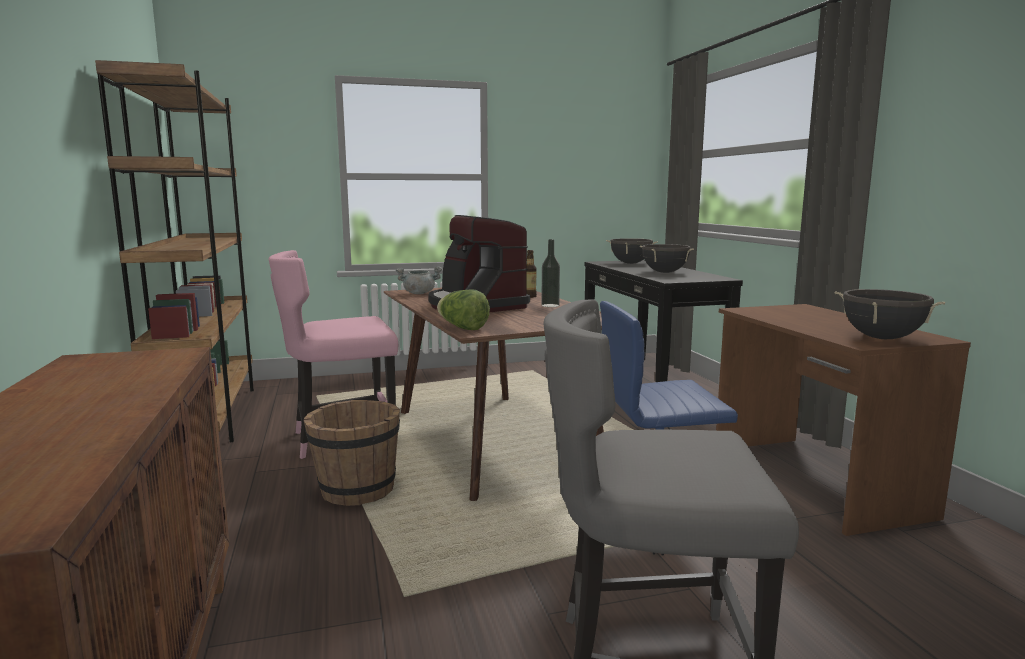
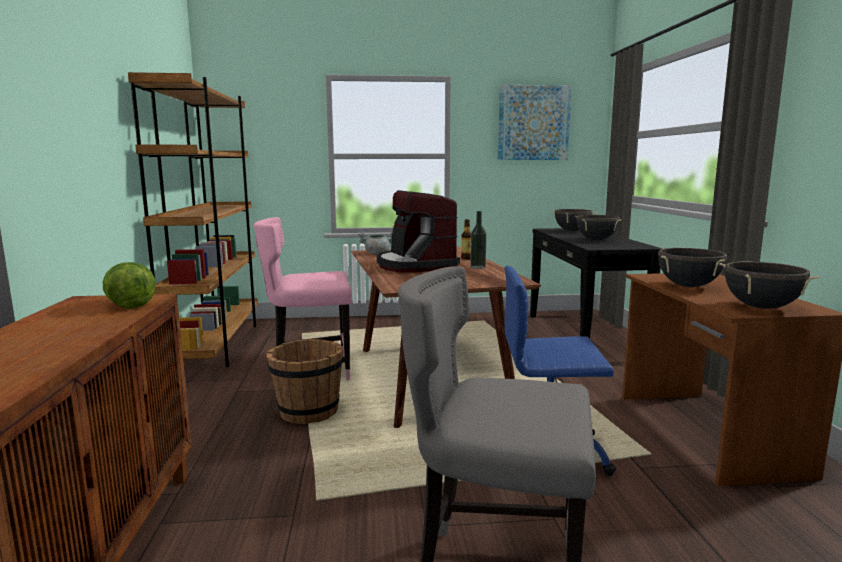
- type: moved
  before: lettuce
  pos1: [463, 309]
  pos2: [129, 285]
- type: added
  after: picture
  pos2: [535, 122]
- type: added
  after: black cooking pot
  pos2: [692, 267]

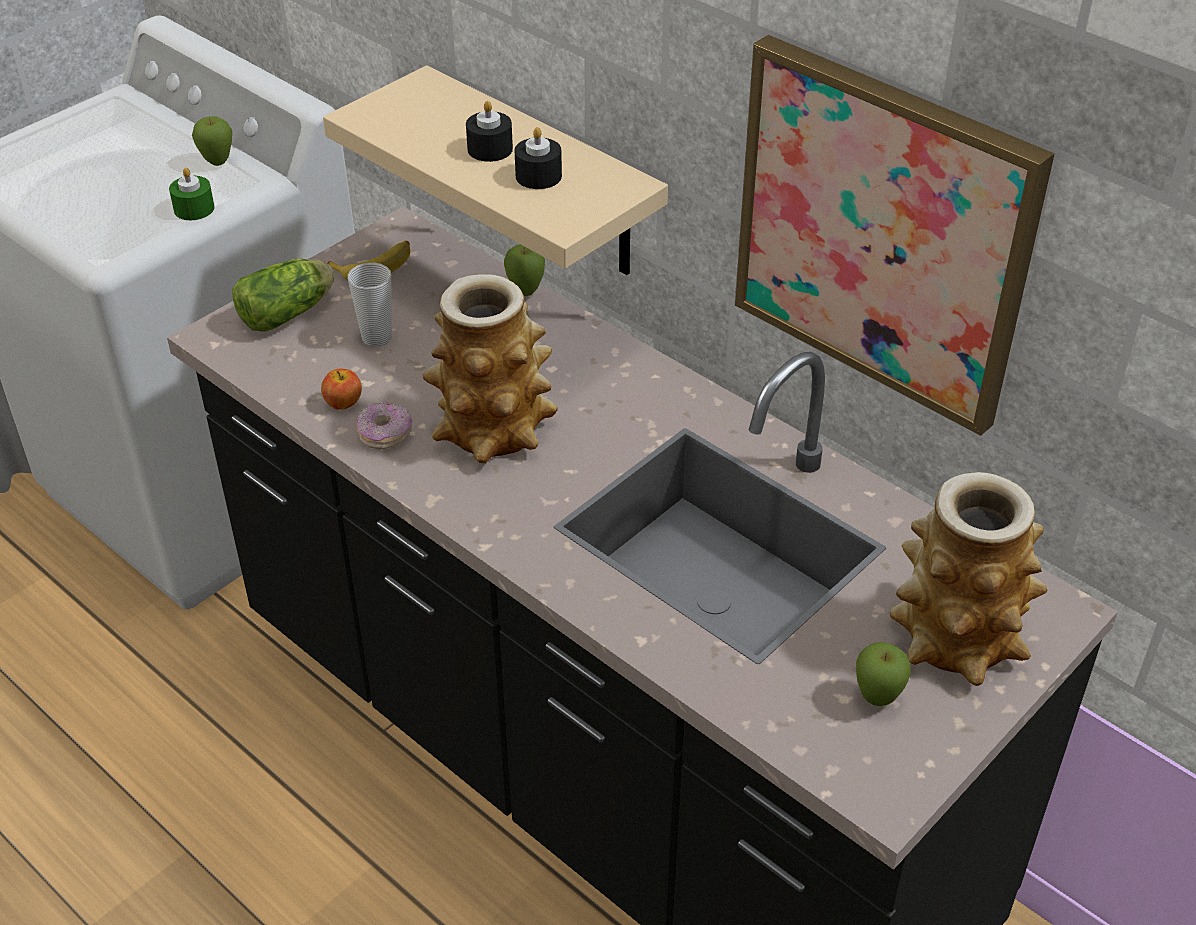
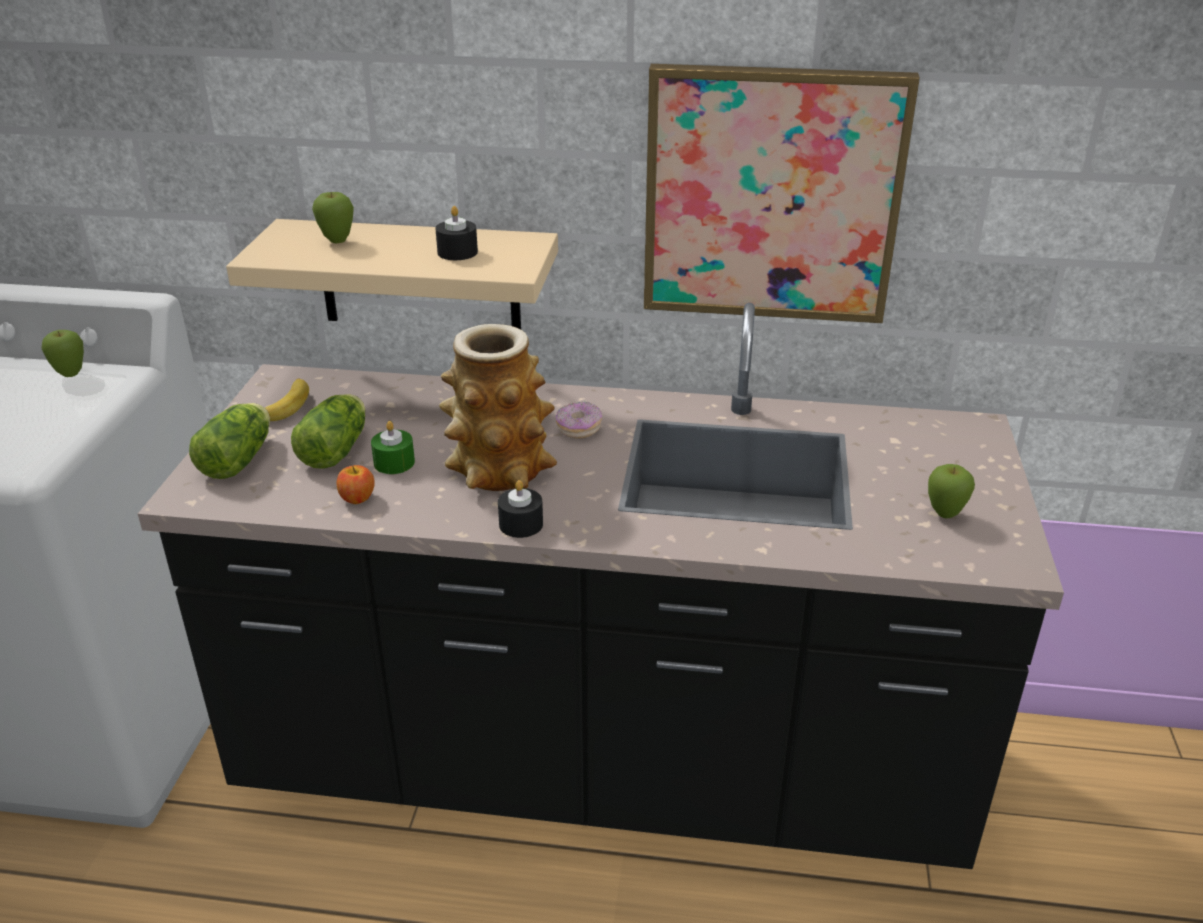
- type: moved
  before: green candle
  pos1: [192, 193]
  pos2: [393, 447]
- type: replaced
  before: cup
  after: lettuce
  pos1: [370, 304]
  pos2: [328, 431]
- type: moved
  before: donut
  pos1: [384, 425]
  pos2: [579, 420]
- type: moved
  before: black candle
  pos1: [489, 131]
  pos2: [520, 509]
- type: moved
  before: apple
  pos1: [524, 270]
  pos2: [333, 217]
- type: removed
  before: vase
  pos1: [968, 579]

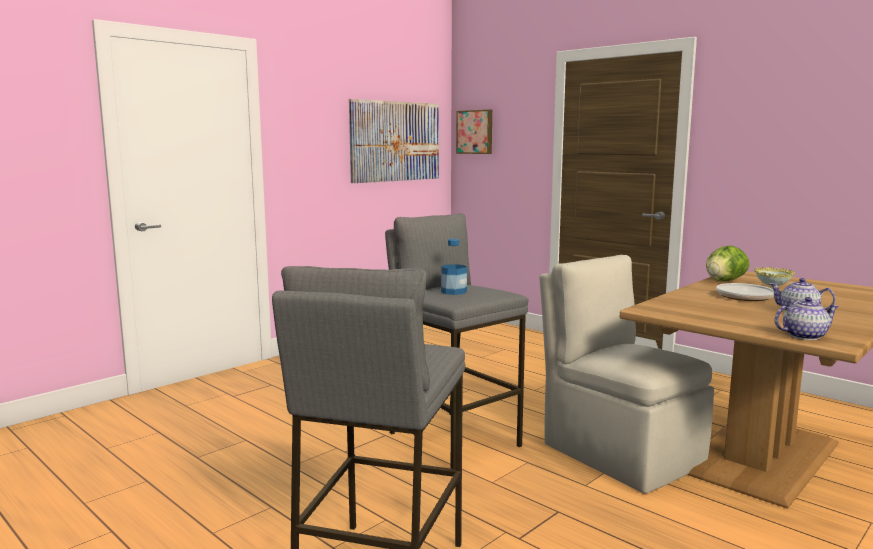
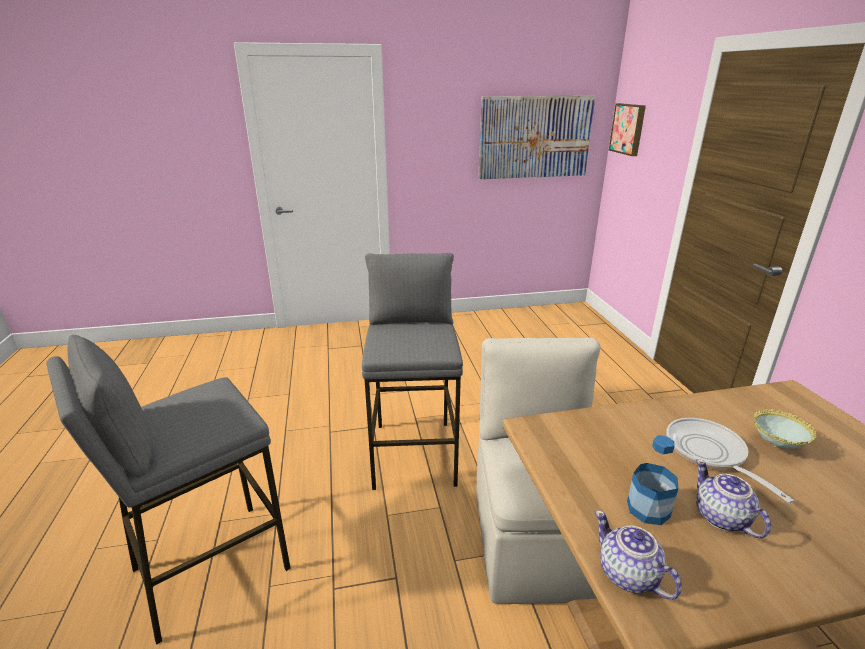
- type: moved
  before: bottle
  pos1: [454, 267]
  pos2: [652, 480]
- type: removed
  before: lettuce
  pos1: [728, 263]
- type: turned
  before: teapot
  pos1: [806, 318]
  pos2: [638, 554]
  turn: -150

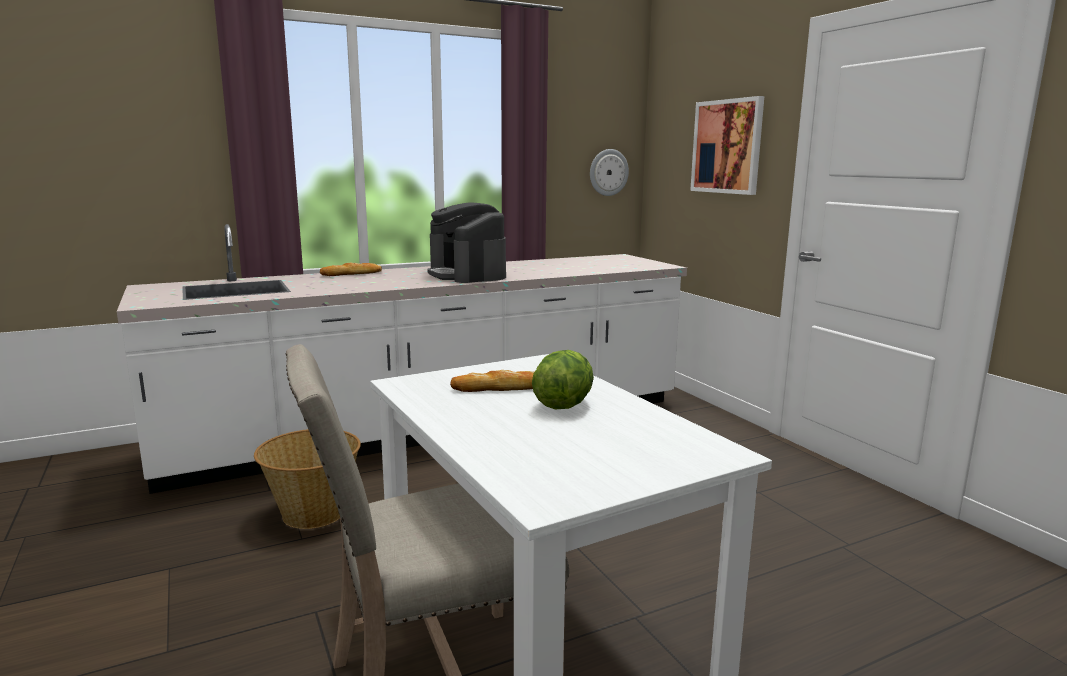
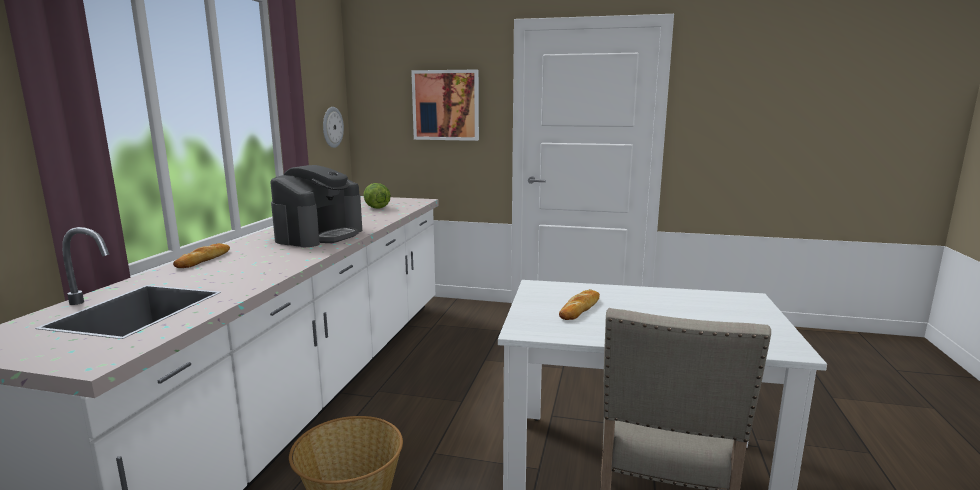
- type: turned
  before: coffee machine
  pos1: [466, 242]
  pos2: [316, 206]
  turn: -75
- type: moved
  before: lettuce
  pos1: [563, 379]
  pos2: [377, 196]

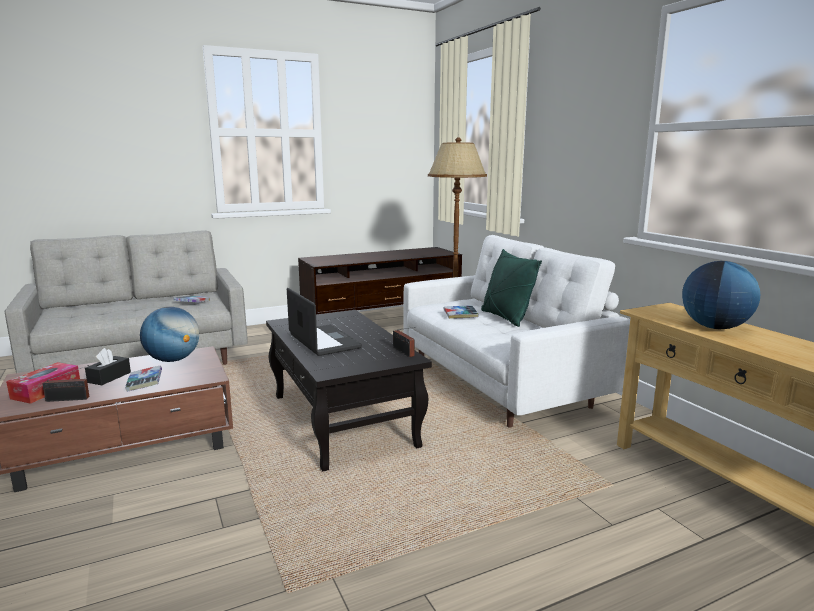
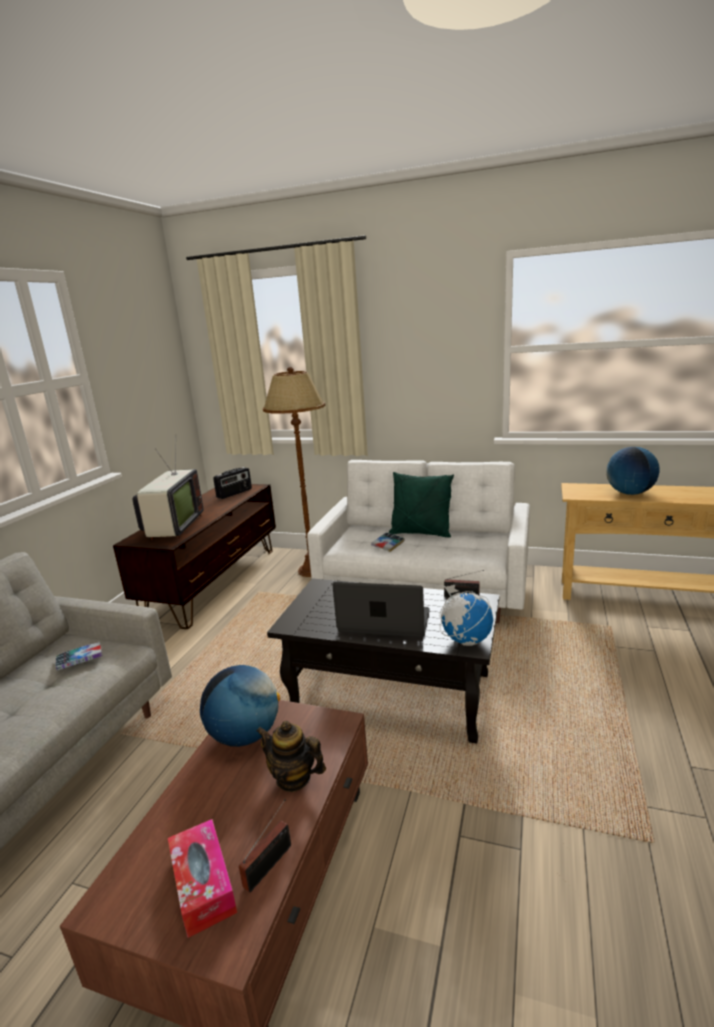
- type: removed
  before: black tissue box
  pos1: [108, 366]
- type: replaced
  before: book
  after: teapot
  pos1: [143, 378]
  pos2: [291, 756]
- type: added
  after: television
  pos2: [168, 495]
- type: added
  after: radio
  pos2: [232, 483]
- type: added
  after: globe
  pos2: [466, 615]

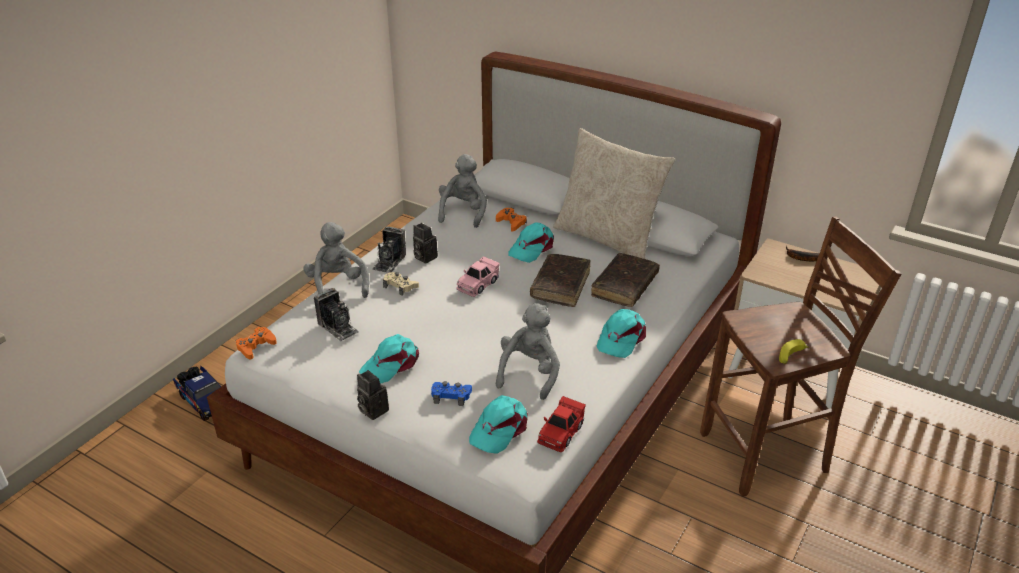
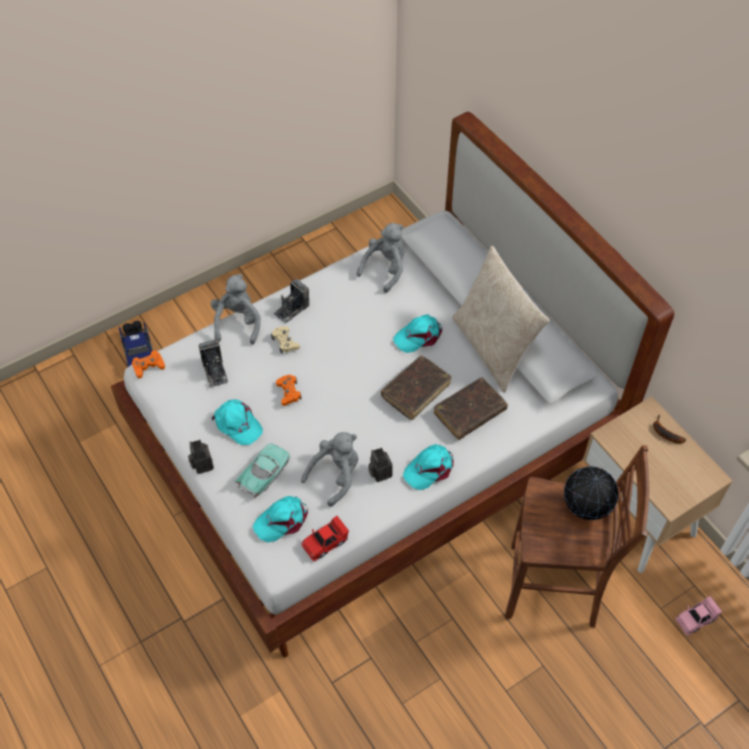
- type: turned
  before: turquoise cap
  pos1: [389, 358]
  pos2: [237, 422]
  turn: -120
- type: moved
  before: photo camera
  pos1: [425, 243]
  pos2: [380, 465]
- type: replaced
  before: blue game controller
  after: turquoise toy car
  pos1: [451, 393]
  pos2: [262, 470]
- type: moved
  before: pink toy car
  pos1: [478, 276]
  pos2: [698, 615]
- type: moved
  before: orange game controller
  pos1: [511, 220]
  pos2: [289, 390]
- type: removed
  before: banana
  pos1: [794, 351]
- type: added
  after: globe
  pos2: [591, 493]

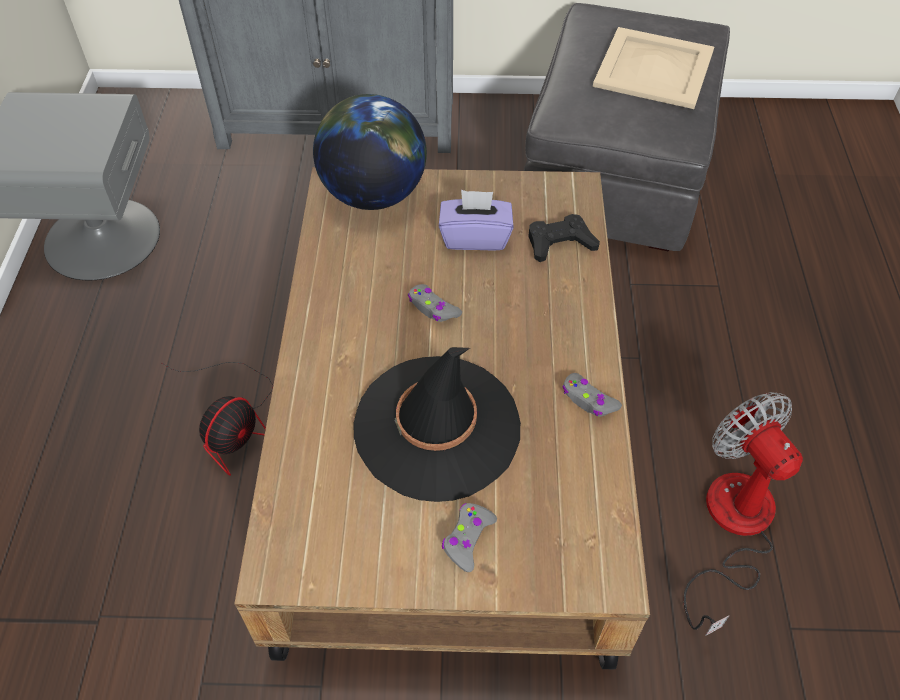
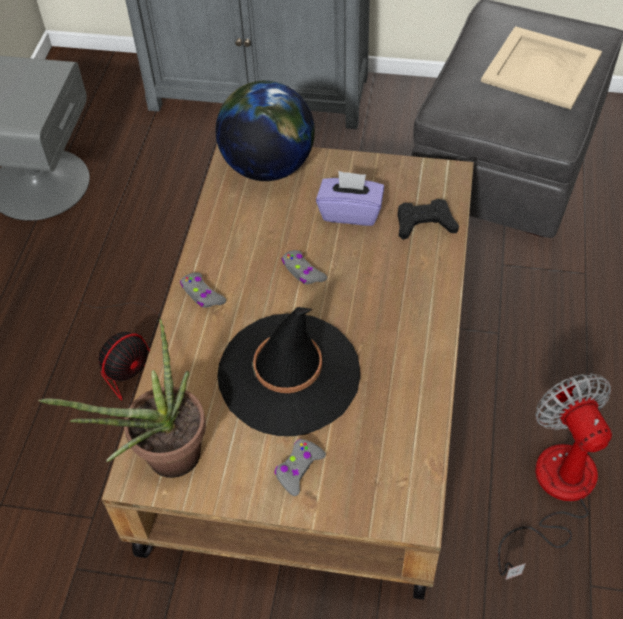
- type: moved
  before: grey game controller
  pos1: [592, 395]
  pos2: [203, 290]
- type: added
  after: potted plant
  pos2: [122, 398]

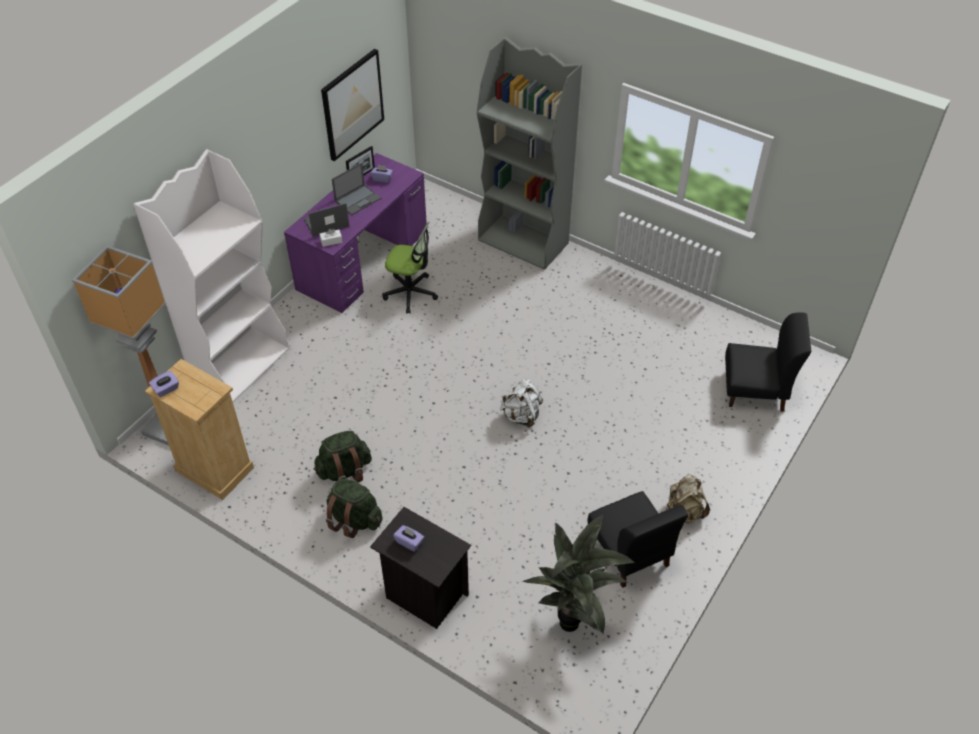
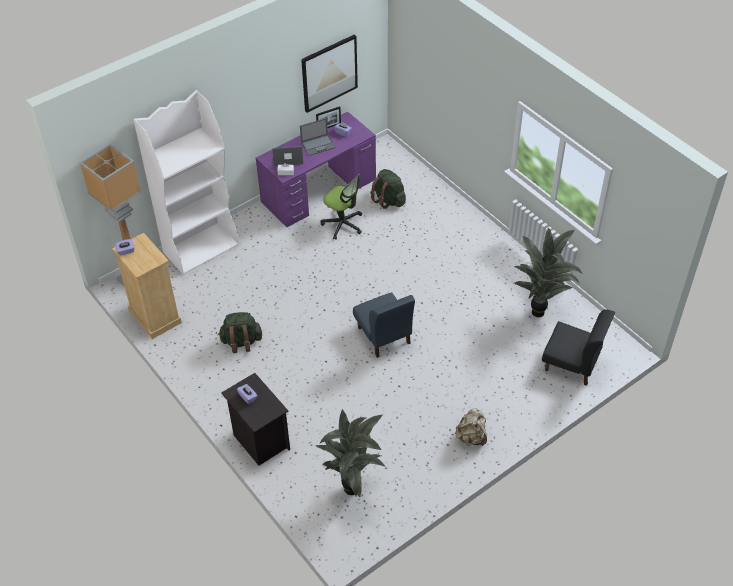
- type: moved
  before: green backpack
  pos1: [354, 508]
  pos2: [388, 189]
- type: removed
  before: grey bookcase
  pos1: [529, 153]
- type: replaced
  before: white backpack
  after: blue chair
  pos1: [521, 403]
  pos2: [384, 325]
- type: removed
  before: black chair
  pos1: [637, 539]
- type: added
  after: potted plant
  pos2: [548, 272]

